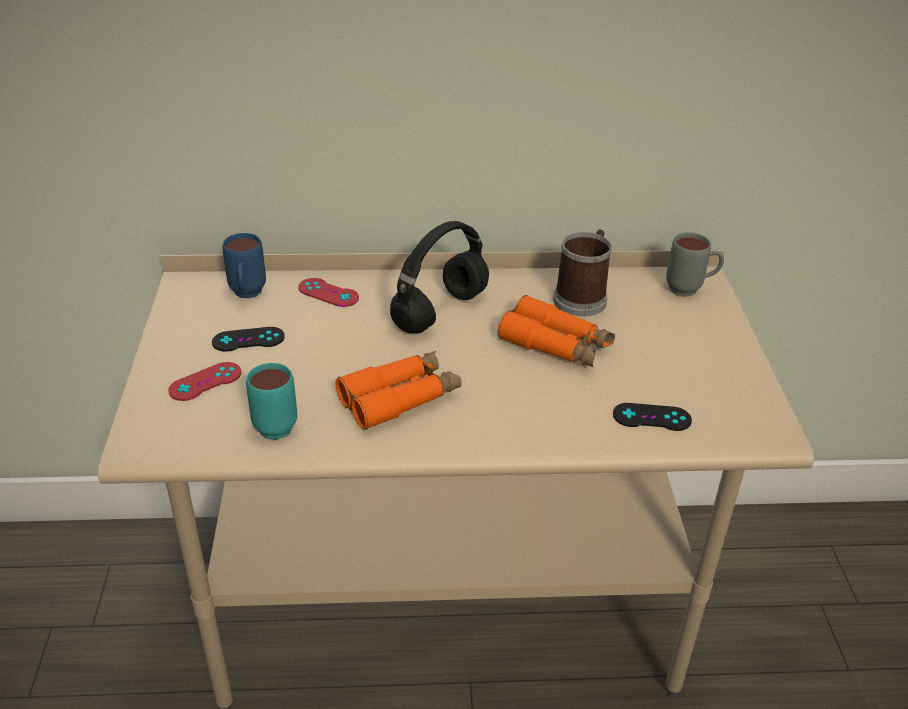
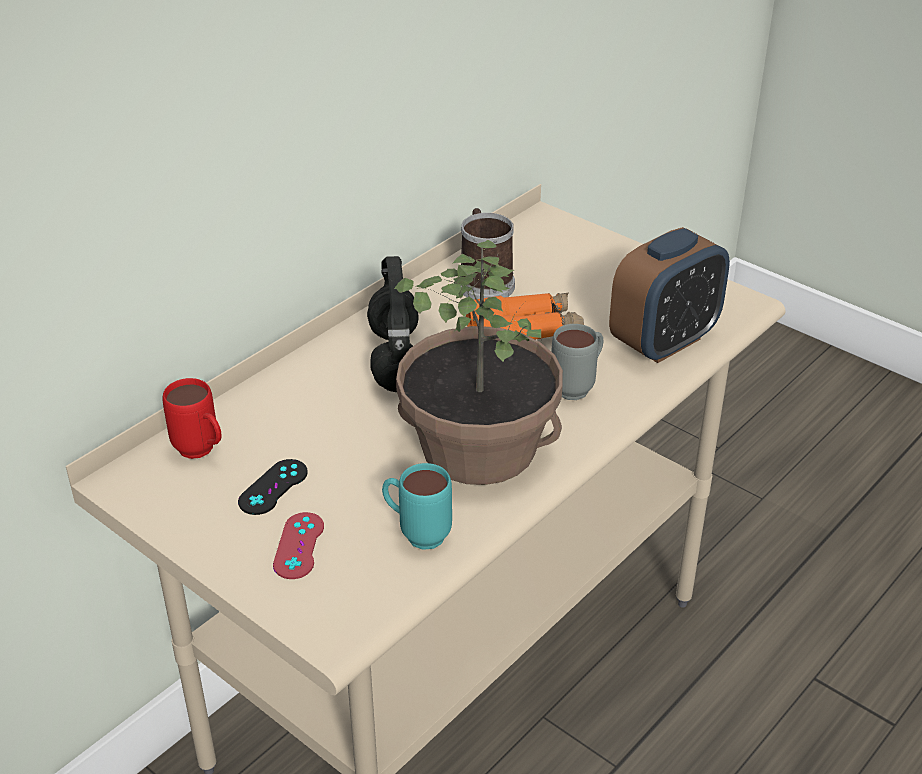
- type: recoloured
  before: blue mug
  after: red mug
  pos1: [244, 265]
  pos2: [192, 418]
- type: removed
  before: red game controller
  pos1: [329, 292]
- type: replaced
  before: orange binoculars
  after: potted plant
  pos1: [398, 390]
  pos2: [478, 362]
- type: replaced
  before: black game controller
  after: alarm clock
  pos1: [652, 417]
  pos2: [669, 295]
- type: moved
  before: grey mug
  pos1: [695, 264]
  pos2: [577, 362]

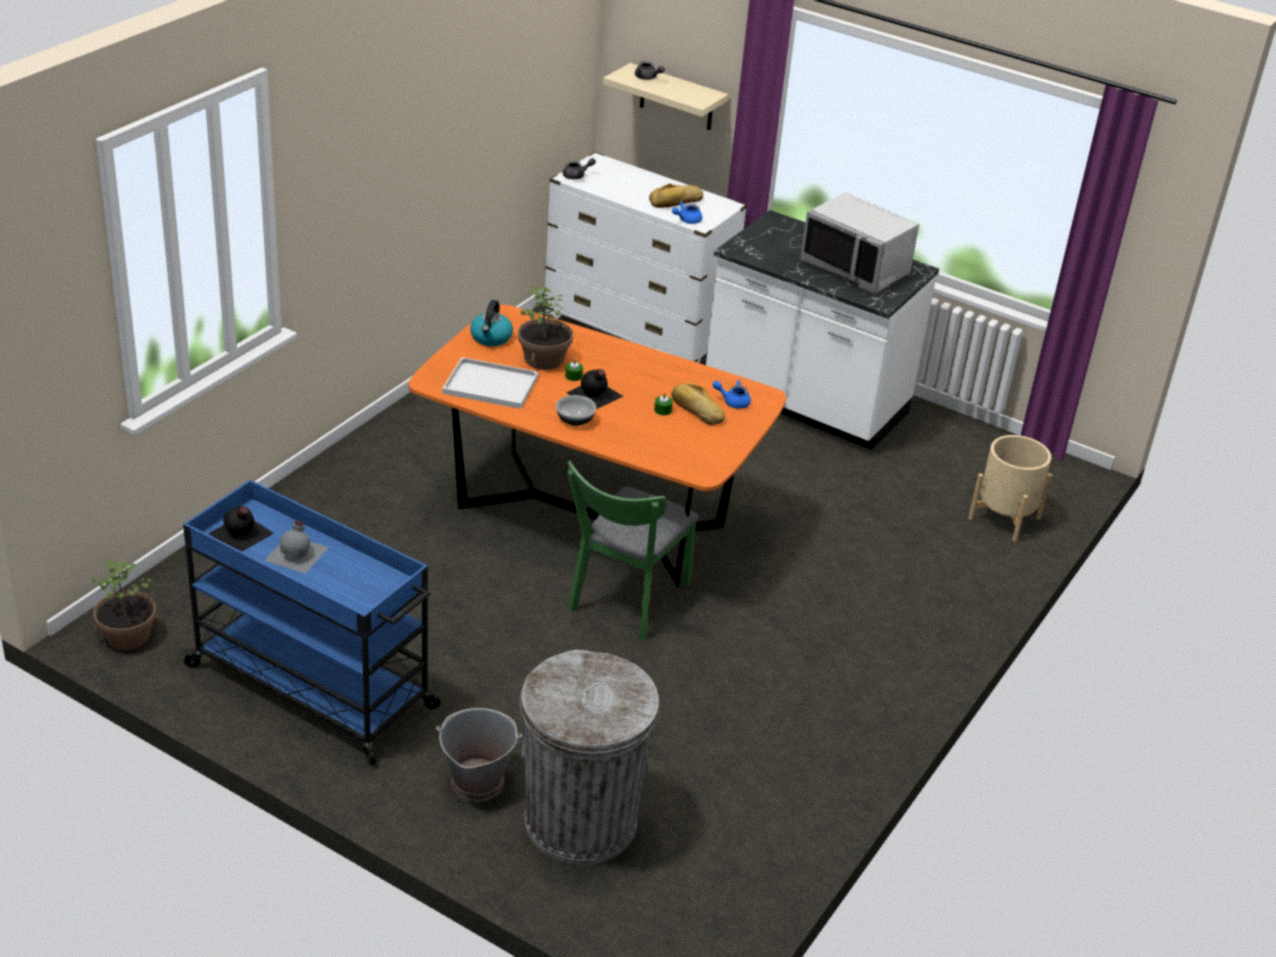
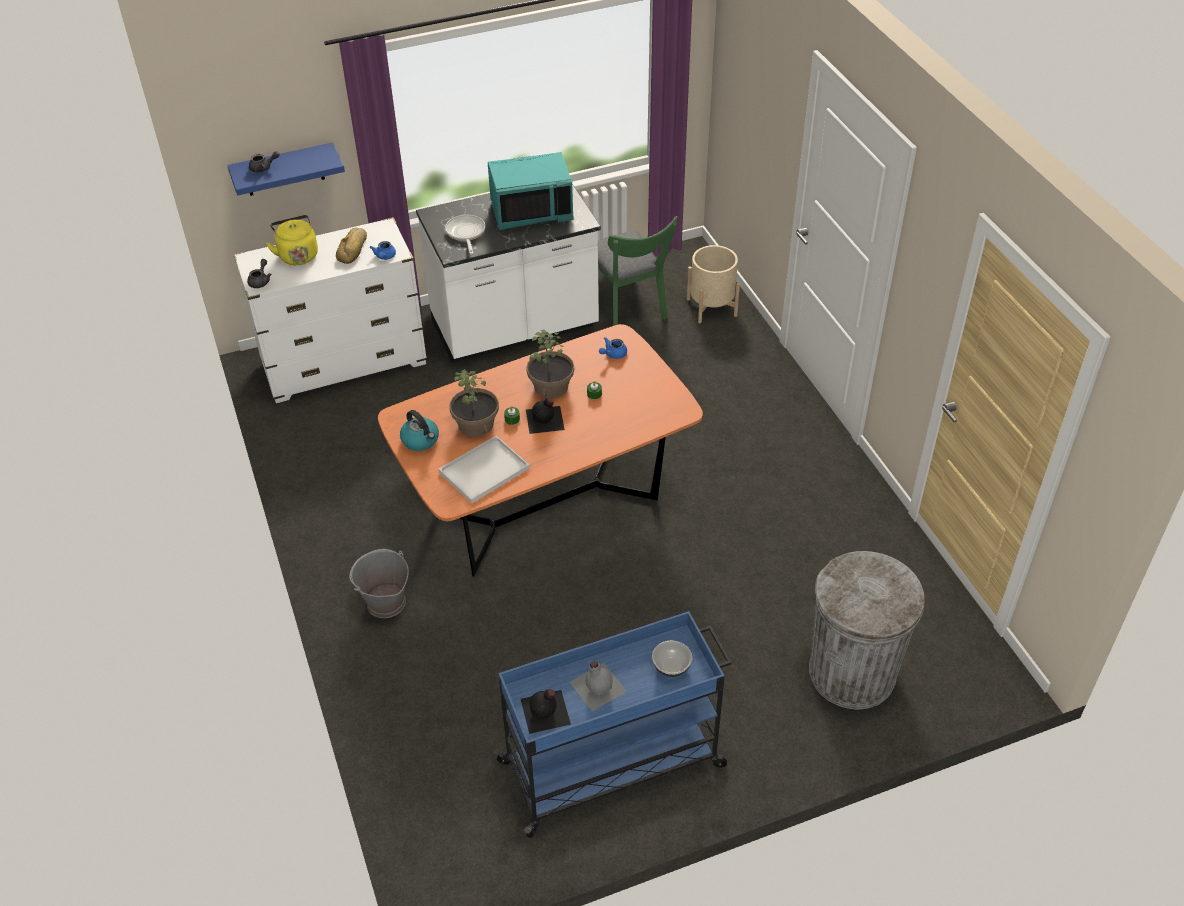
- type: moved
  before: potted plant
  pos1: [125, 605]
  pos2: [550, 363]
- type: moved
  before: grey bucket
  pos1: [479, 755]
  pos2: [379, 583]
- type: moved
  before: bowl
  pos1: [576, 410]
  pos2: [672, 659]
- type: moved
  before: green chair
  pos1: [633, 550]
  pos2: [637, 271]
- type: recoloured
  before: beige shelf
  after: blue shelf
  pos1: [665, 96]
  pos2: [286, 169]
- type: removed
  before: bread
  pos1: [698, 404]
- type: recoloured
  before: grey microwave
  after: turquoise microwave
  pos1: [859, 243]
  pos2: [530, 191]
- type: added
  after: yellow kettle
  pos2: [292, 240]
- type: added
  after: frying pan
  pos2: [465, 234]

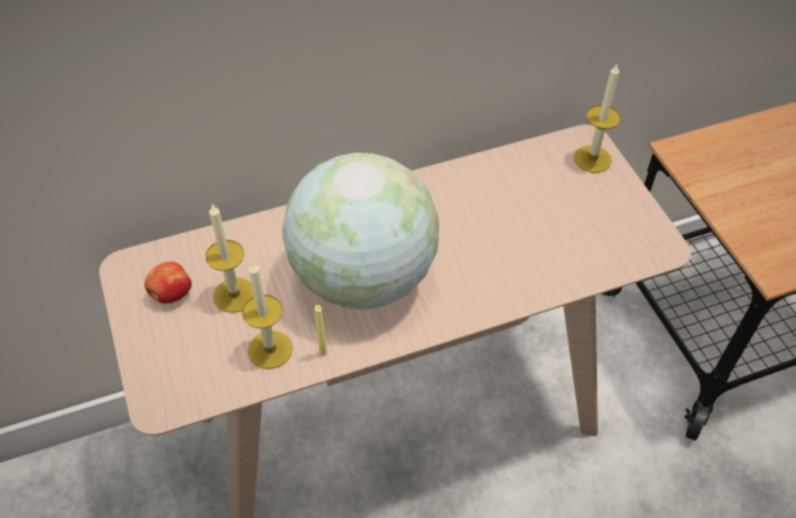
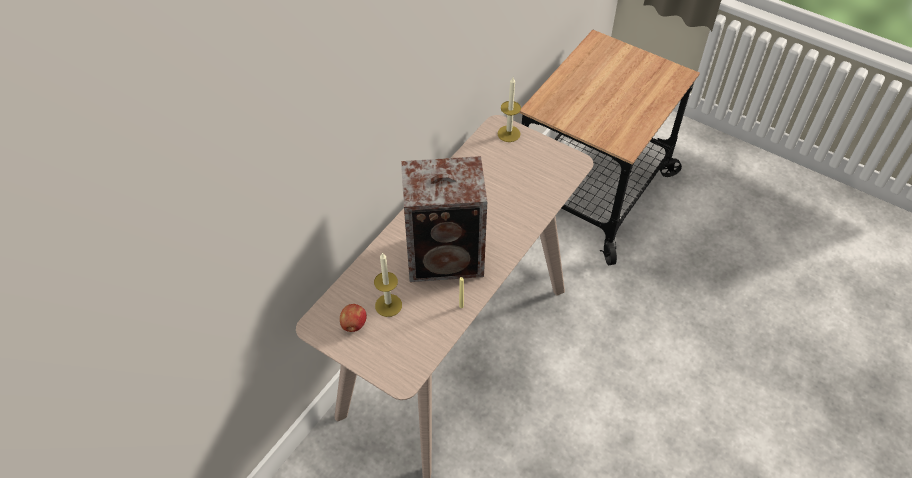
- type: removed
  before: candle
  pos1: [267, 315]
- type: replaced
  before: globe
  after: speaker
  pos1: [360, 231]
  pos2: [444, 219]

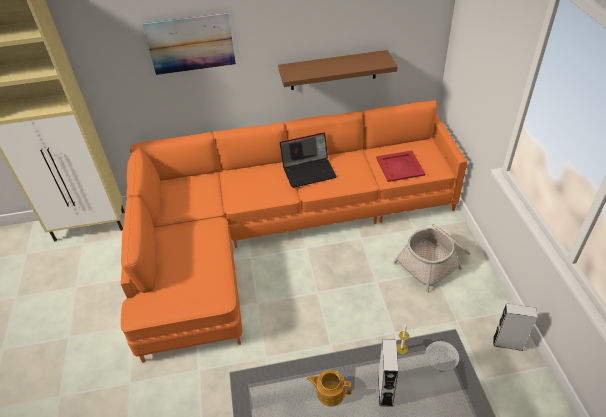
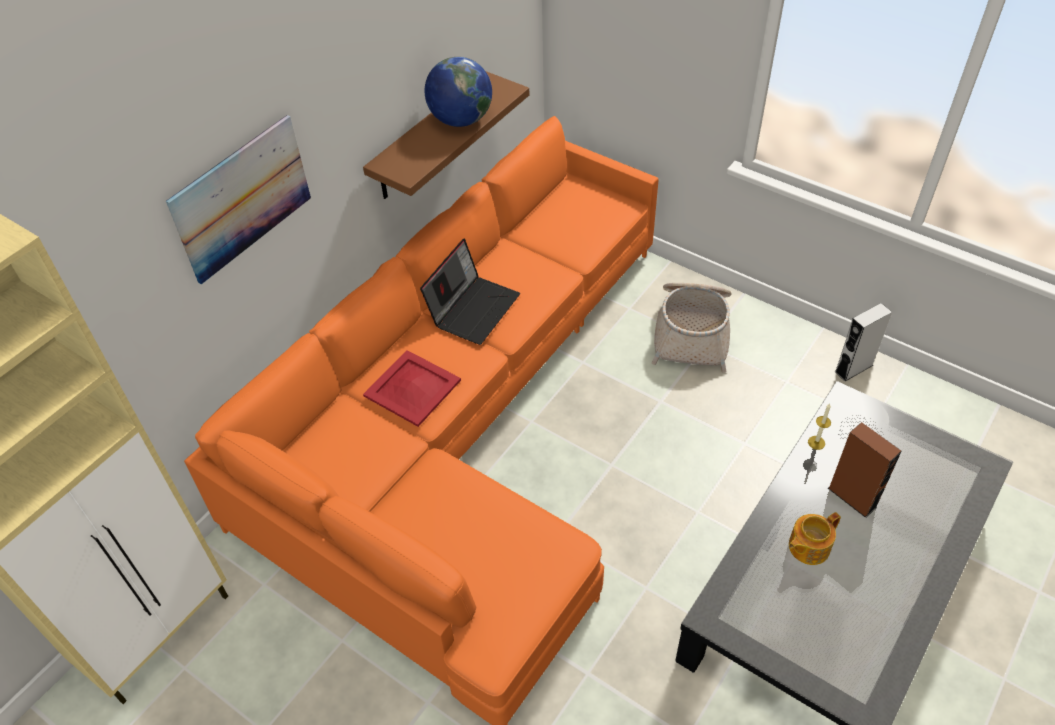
- type: moved
  before: red tray
  pos1: [400, 166]
  pos2: [412, 388]
- type: recoloured
  before: grey speaker
  after: brown speaker
  pos1: [388, 373]
  pos2: [864, 470]
- type: added
  after: globe
  pos2: [458, 92]

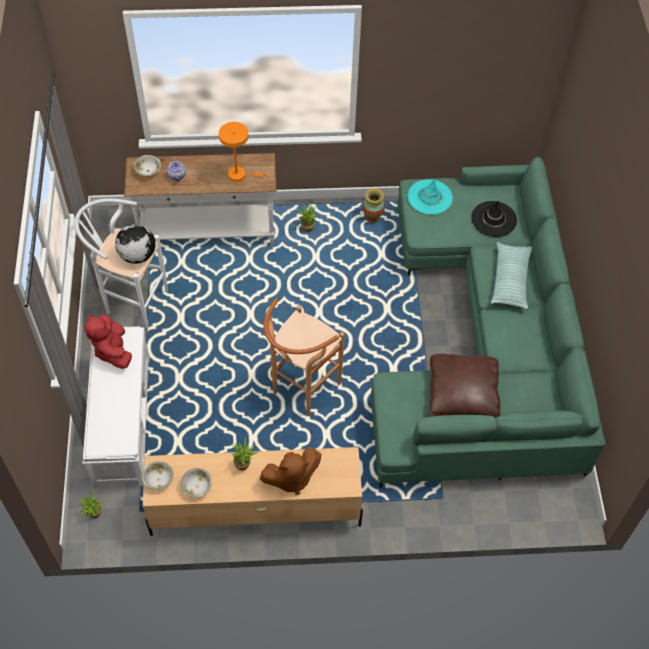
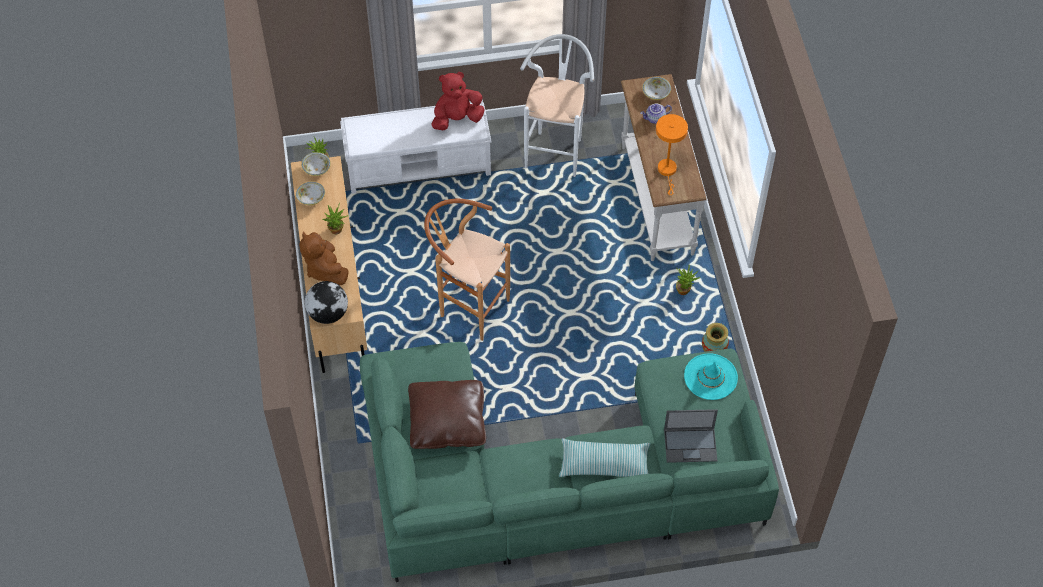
- type: moved
  before: globe
  pos1: [135, 244]
  pos2: [326, 302]
- type: replaced
  before: black hat
  after: laptop
  pos1: [494, 219]
  pos2: [691, 436]

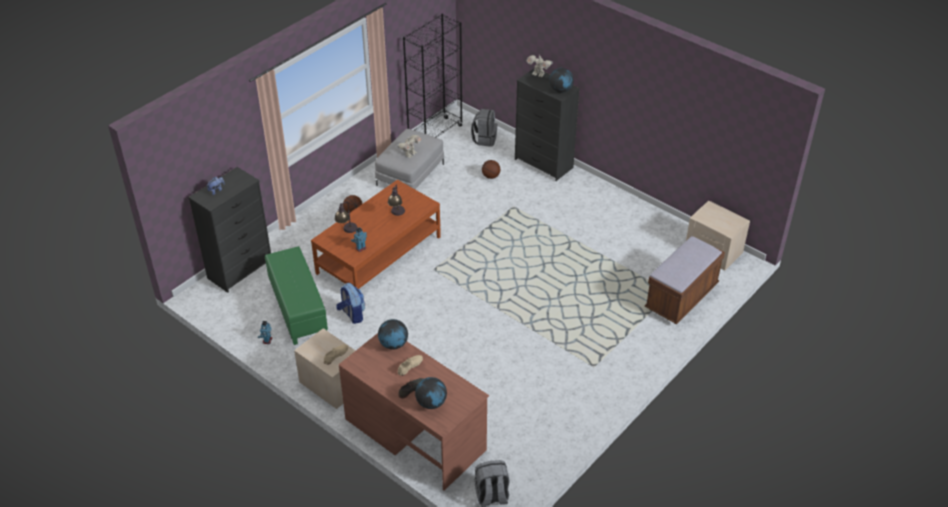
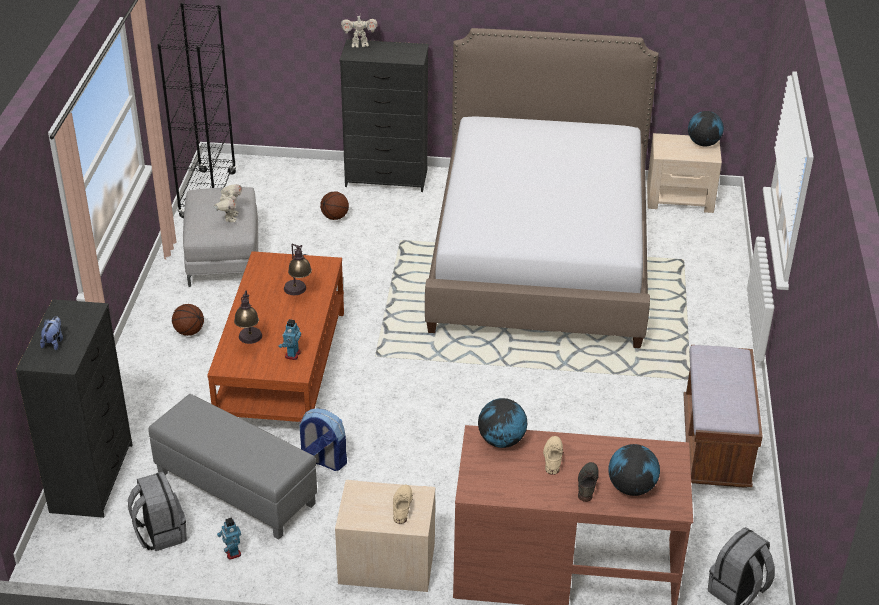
- type: recoloured
  before: green ottoman
  after: grey ottoman
  pos1: [296, 295]
  pos2: [232, 466]
- type: moved
  before: grey backpack
  pos1: [484, 128]
  pos2: [157, 511]
- type: moved
  before: globe
  pos1: [561, 80]
  pos2: [706, 128]
- type: moved
  before: brown bench
  pos1: [685, 280]
  pos2: [723, 416]
- type: added
  after: bed
  pos2: [542, 188]

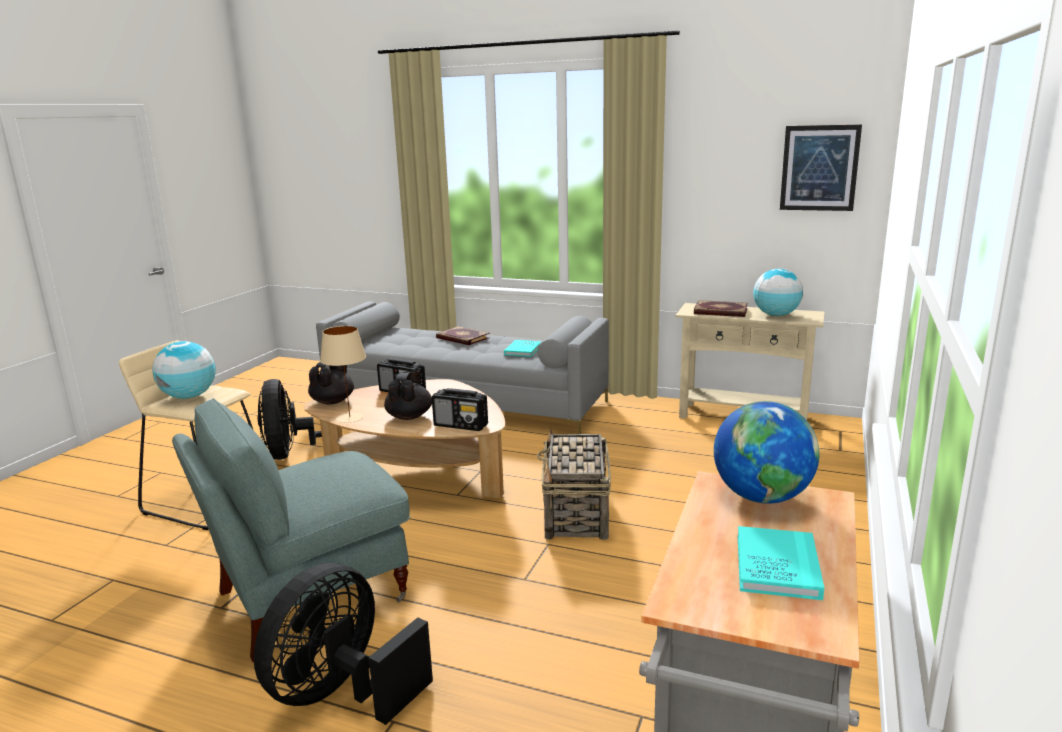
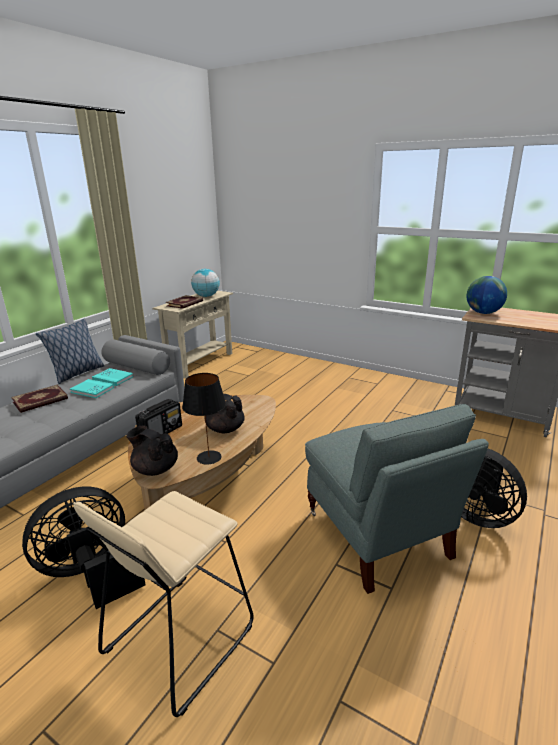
- type: removed
  before: globe
  pos1: [184, 370]
- type: turned
  before: black fan
  pos1: [290, 419]
  pos2: [83, 548]
  turn: 150
- type: recoloured
  before: beige table lamp
  after: black table lamp
  pos1: [343, 374]
  pos2: [204, 419]
- type: removed
  before: radio
  pos1: [460, 409]
- type: removed
  before: basket
  pos1: [574, 484]
- type: moved
  before: turquoise book
  pos1: [781, 563]
  pos2: [92, 388]
- type: removed
  before: picture
  pos1: [821, 167]
- type: added
  after: pillow
  pos2: [70, 351]

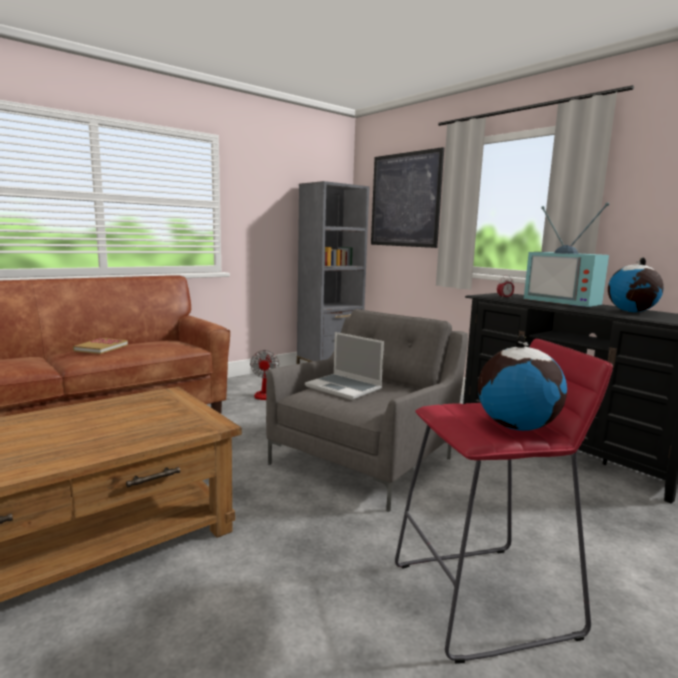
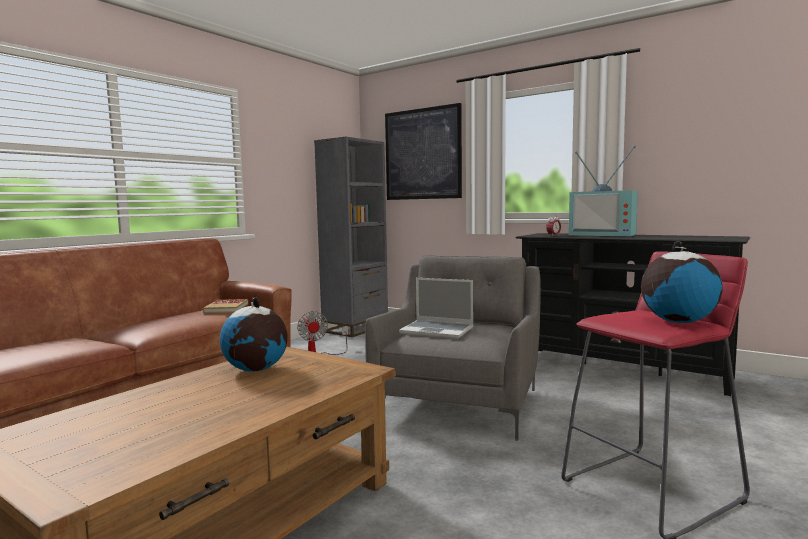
- type: moved
  before: book
  pos1: [100, 346]
  pos2: [225, 306]
- type: moved
  before: globe
  pos1: [636, 285]
  pos2: [254, 334]

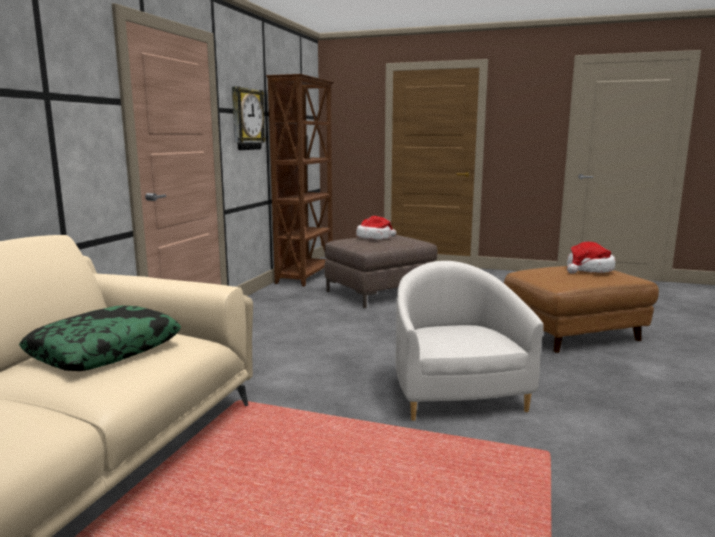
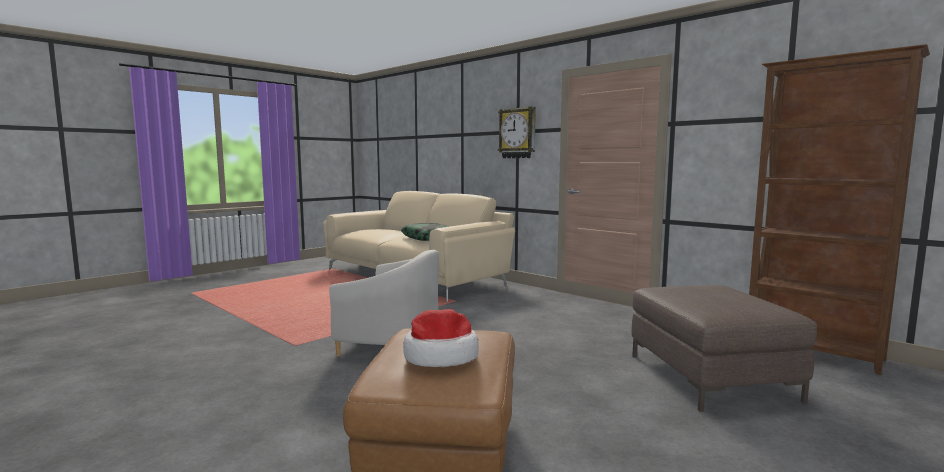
- type: moved
  before: wall clock
  pos1: [249, 118]
  pos2: [517, 132]
- type: removed
  before: hat
  pos1: [376, 228]

